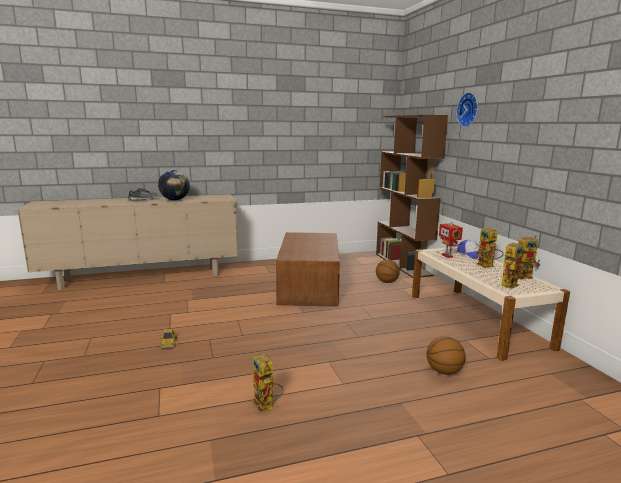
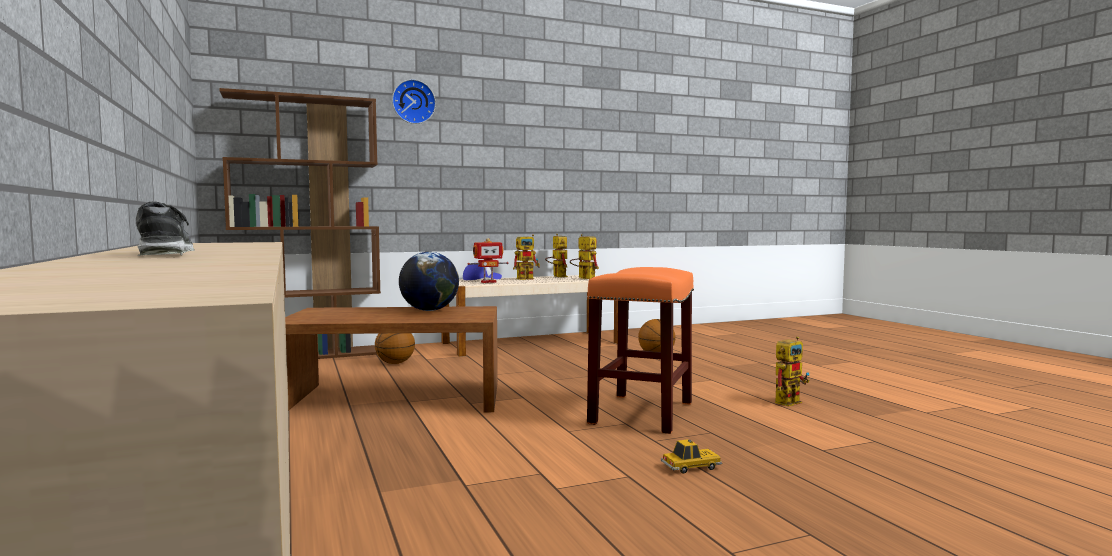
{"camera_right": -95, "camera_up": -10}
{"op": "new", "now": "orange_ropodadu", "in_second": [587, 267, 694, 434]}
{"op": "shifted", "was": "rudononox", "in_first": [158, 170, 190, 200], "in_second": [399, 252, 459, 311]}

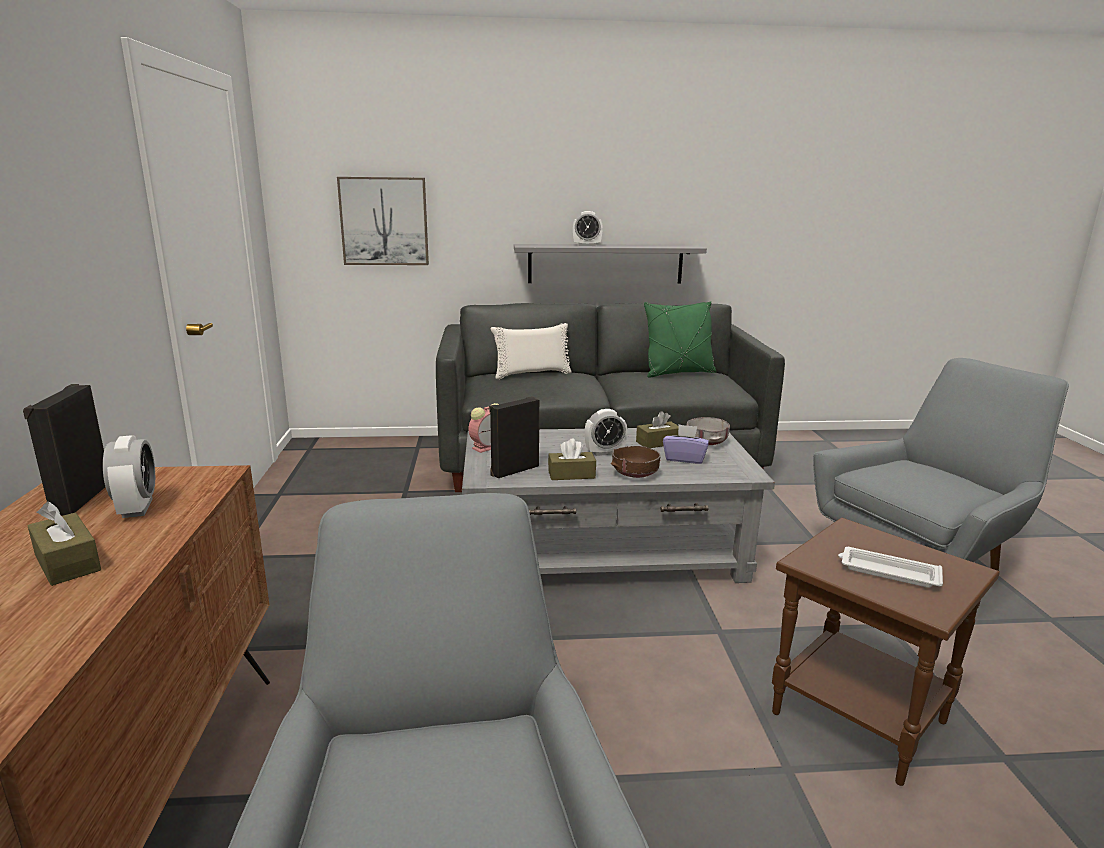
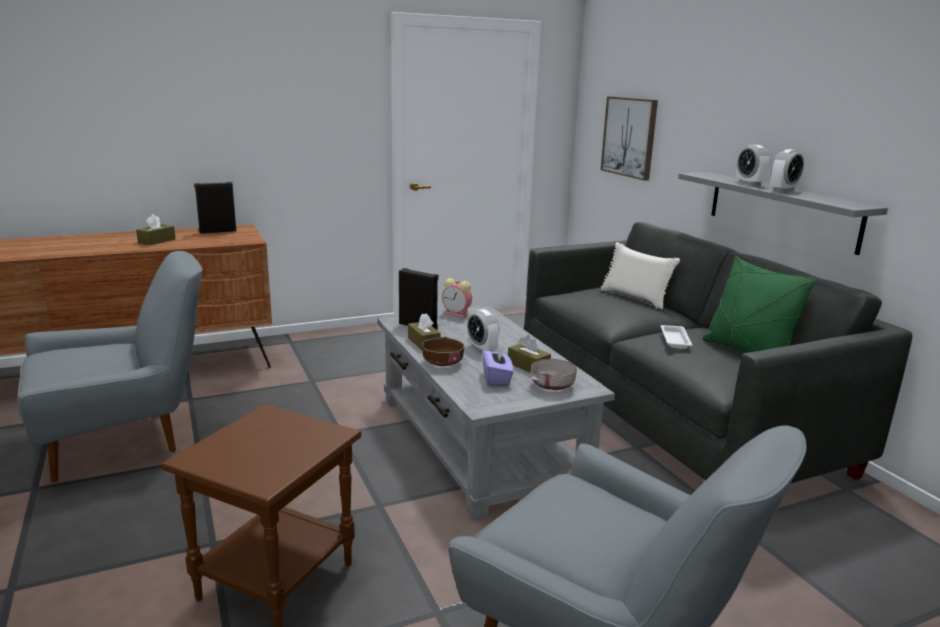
{"camera_right": 70, "camera_up": 0}
{"op": "shifted", "was": "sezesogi", "in_first": [103, 435, 155, 518], "in_second": [770, 149, 804, 192]}
{"op": "shifted", "was": "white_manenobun", "in_first": [838, 547, 943, 588], "in_second": [661, 325, 692, 349]}

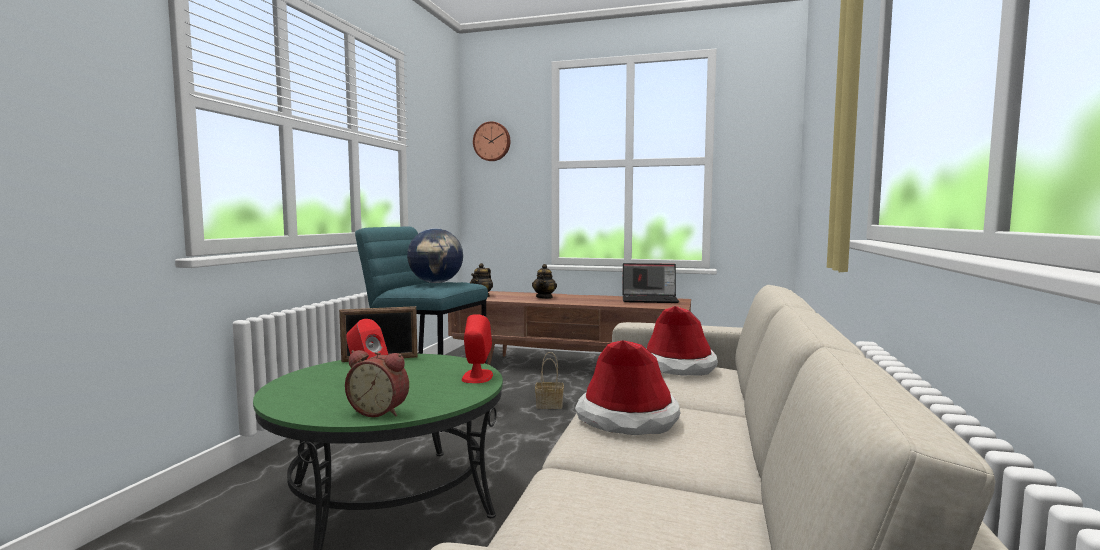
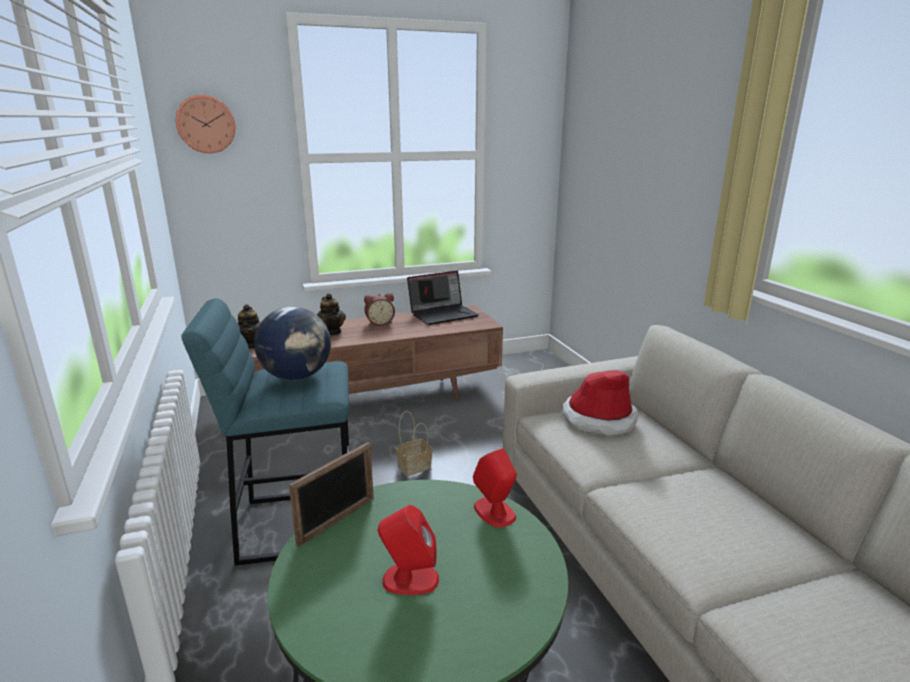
{"camera_right": -35, "camera_up": 15}
{"op": "gone", "was": "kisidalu", "in_first": [575, 340, 681, 435]}
{"op": "shifted", "was": "sezesogi", "in_first": [345, 350, 409, 417], "in_second": [364, 293, 395, 326]}

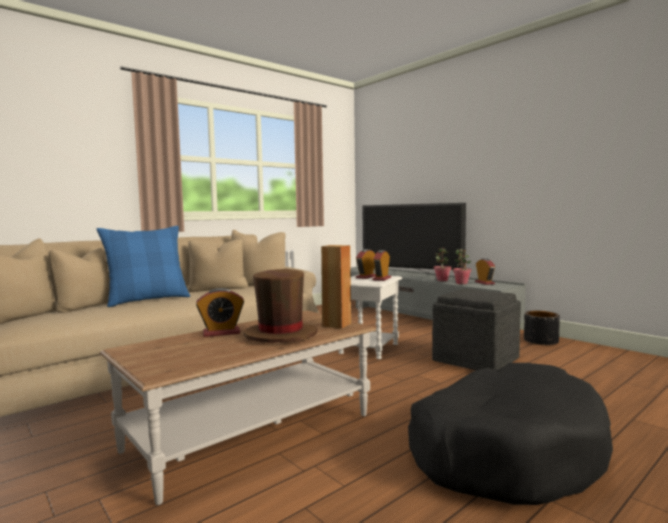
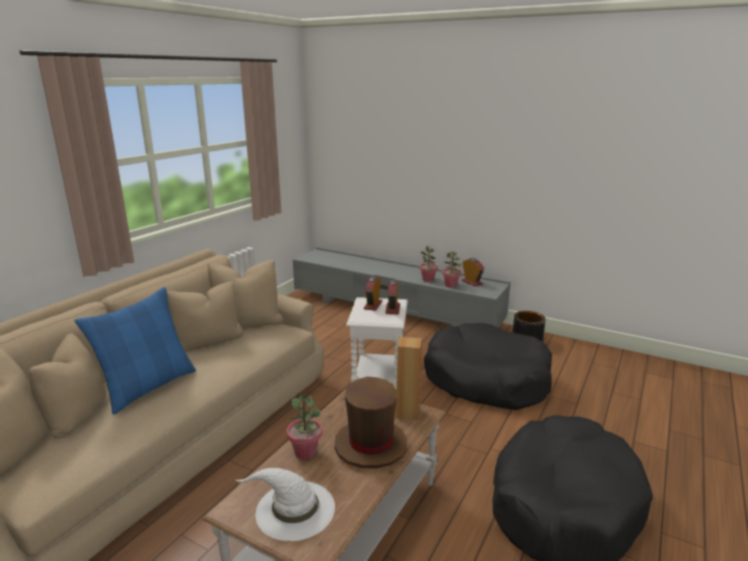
{"camera_right": -20, "camera_up": 15}
{"op": "gone", "was": "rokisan", "in_first": [362, 203, 466, 276]}
{"op": "new", "now": "white_kisidalu", "in_second": [235, 468, 335, 541]}
{"op": "swapped", "was": "sezesogi", "now": "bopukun", "in_first": [196, 288, 244, 337], "in_second": [287, 393, 322, 459]}
{"op": "swapped", "was": "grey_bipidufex", "now": "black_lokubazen", "in_first": [432, 289, 521, 370], "in_second": [424, 323, 552, 410]}

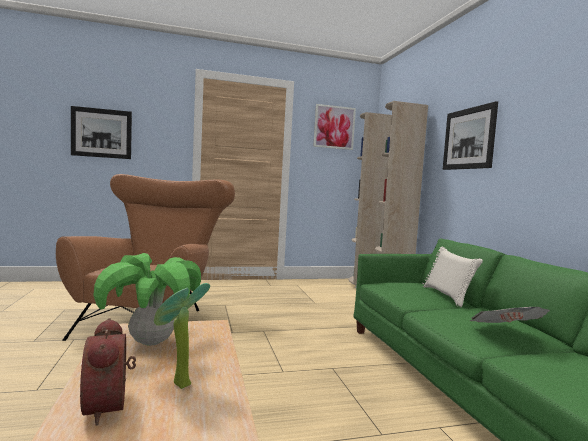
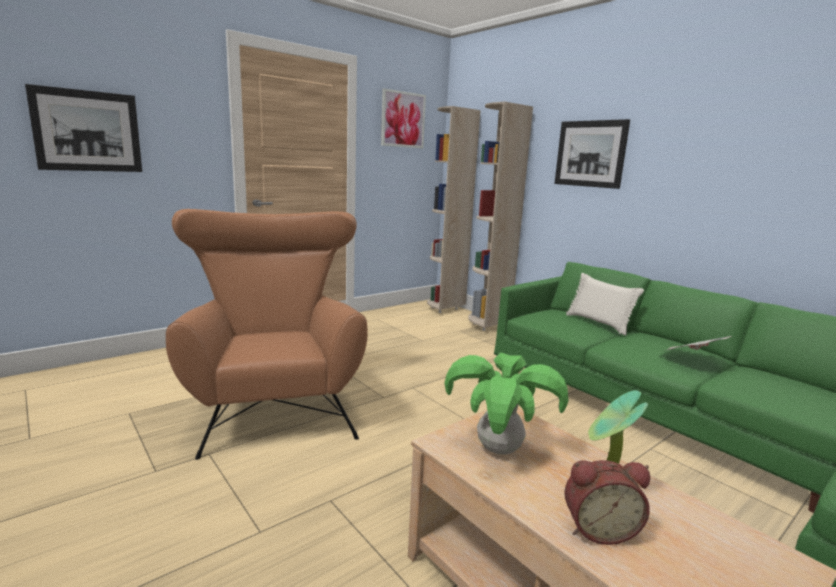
{"camera_right": -25, "camera_up": 10}
{"op": "rotated", "was": "sezesogi", "in_first": [80, 318, 136, 426], "in_second": [564, 460, 650, 545], "clockwise": -45}

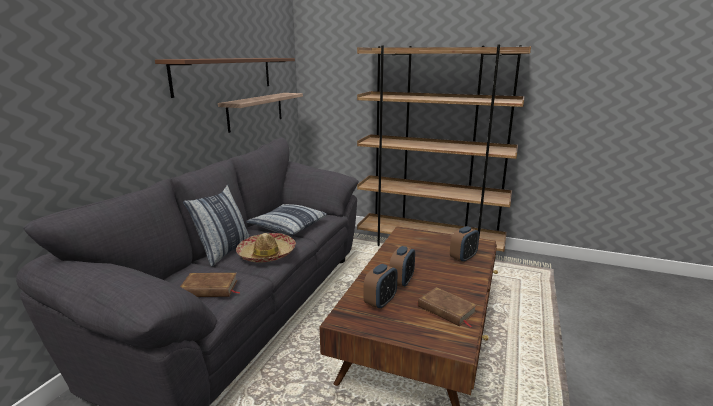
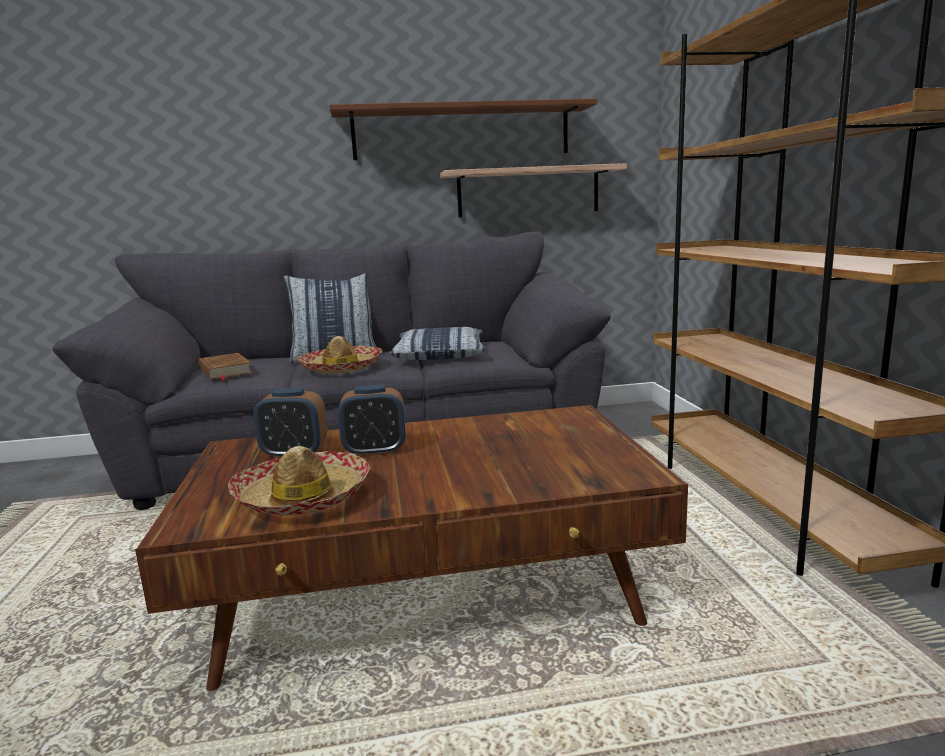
{"camera_right": 60, "camera_up": -5}
{"op": "gone", "was": "sezesogi", "in_first": [450, 226, 479, 263]}
{"op": "swapped", "was": "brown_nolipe", "now": "kisidalu", "in_first": [418, 287, 477, 327], "in_second": [228, 446, 371, 515]}

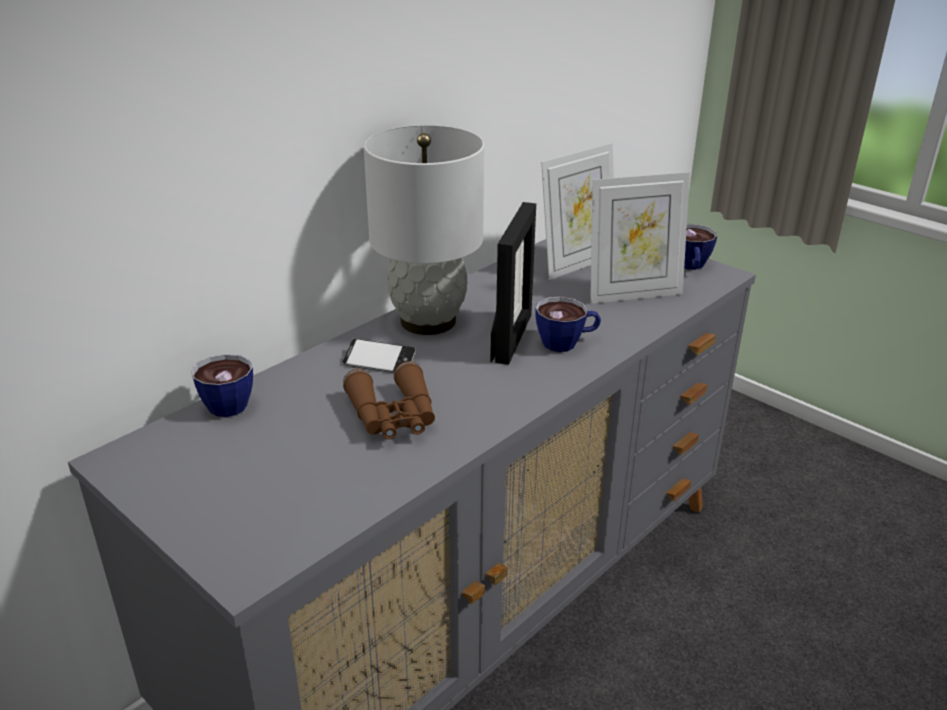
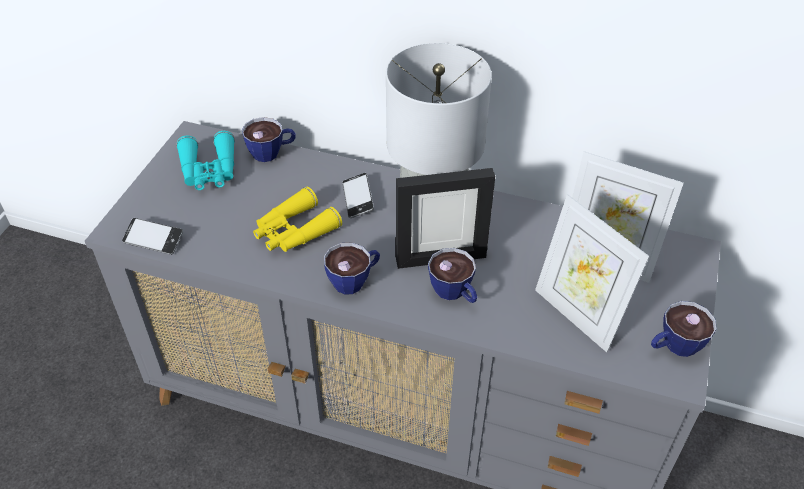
{"camera_right": 65, "camera_up": 15}
{"op": "new", "now": "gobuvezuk", "in_second": [122, 218, 183, 255]}
{"op": "new", "now": "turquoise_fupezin", "in_second": [176, 131, 235, 190]}
{"op": "new", "now": "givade", "in_second": [324, 243, 380, 295]}
{"op": "repainted", "was": "brown_fupezin", "now": "yellow_fupezin", "in_first": [343, 361, 435, 439], "in_second": [253, 187, 342, 252]}

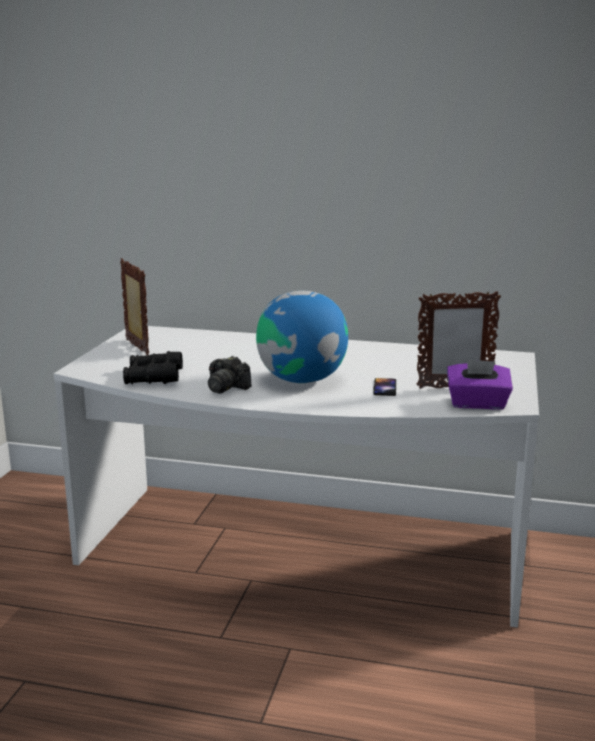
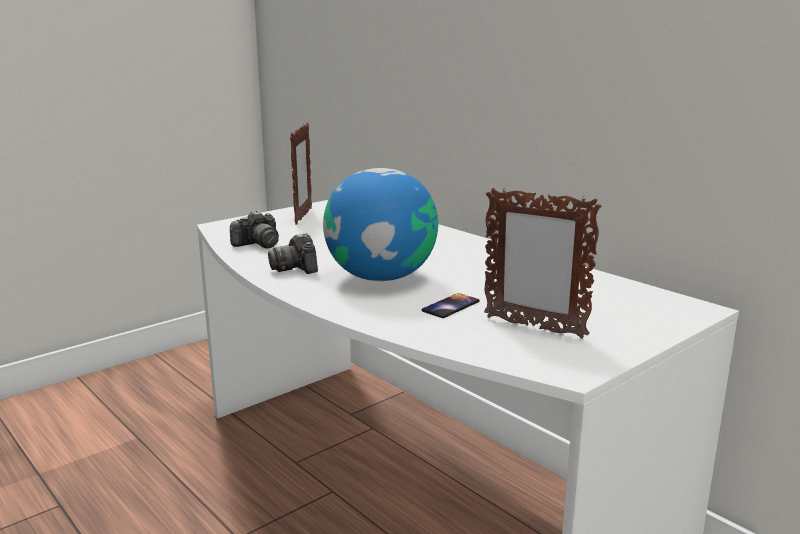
{"camera_right": 35, "camera_up": 0}
{"op": "gone", "was": "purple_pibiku", "in_first": [447, 359, 513, 410]}
{"op": "swapped", "was": "black_fupezin", "now": "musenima", "in_first": [123, 351, 183, 384], "in_second": [230, 211, 279, 249]}

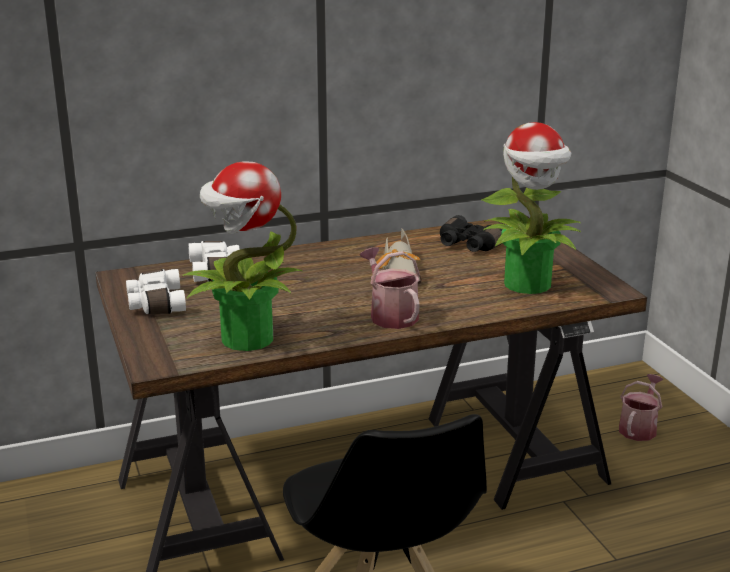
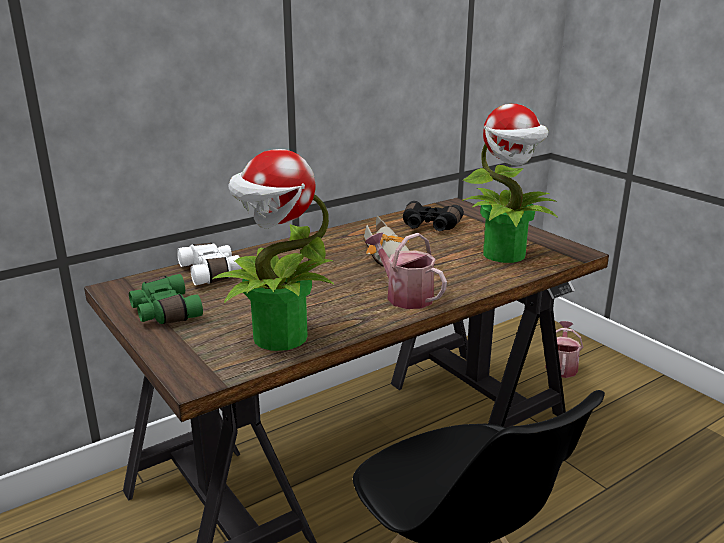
{"camera_right": -15, "camera_up": 0}
{"op": "repainted", "was": "white_fupezin", "now": "green_fupezin", "in_first": [126, 269, 186, 314], "in_second": [129, 274, 203, 324]}

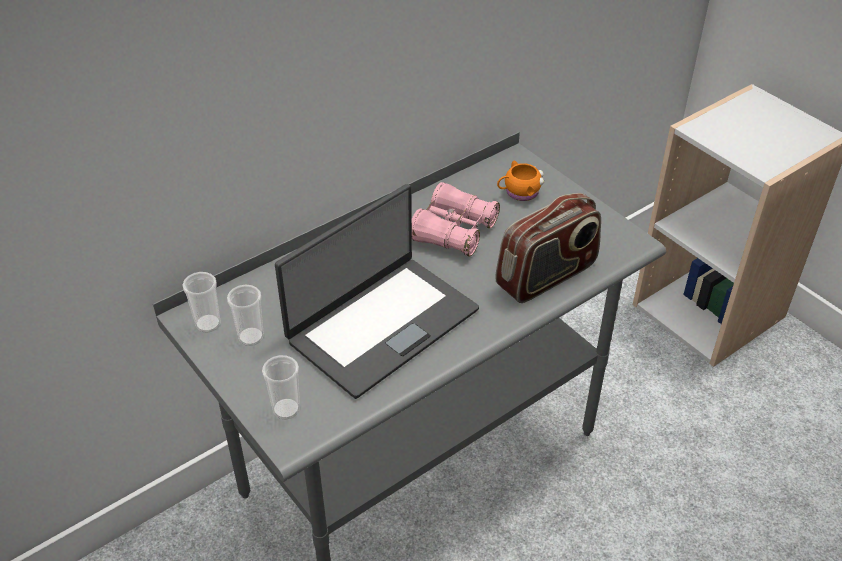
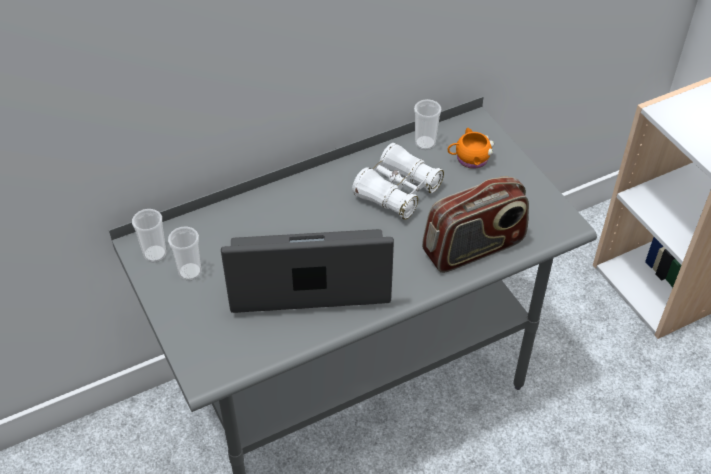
{"camera_right": 10, "camera_up": 5}
{"op": "shifted", "was": "givade", "in_first": [262, 355, 300, 419], "in_second": [414, 99, 441, 150]}
{"op": "repainted", "was": "pink_fupezin", "now": "white_fupezin", "in_first": [412, 182, 500, 256], "in_second": [352, 143, 444, 220]}
{"op": "rotated", "was": "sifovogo", "in_first": [275, 184, 479, 399], "in_second": [221, 229, 394, 313], "clockwise": -150}

